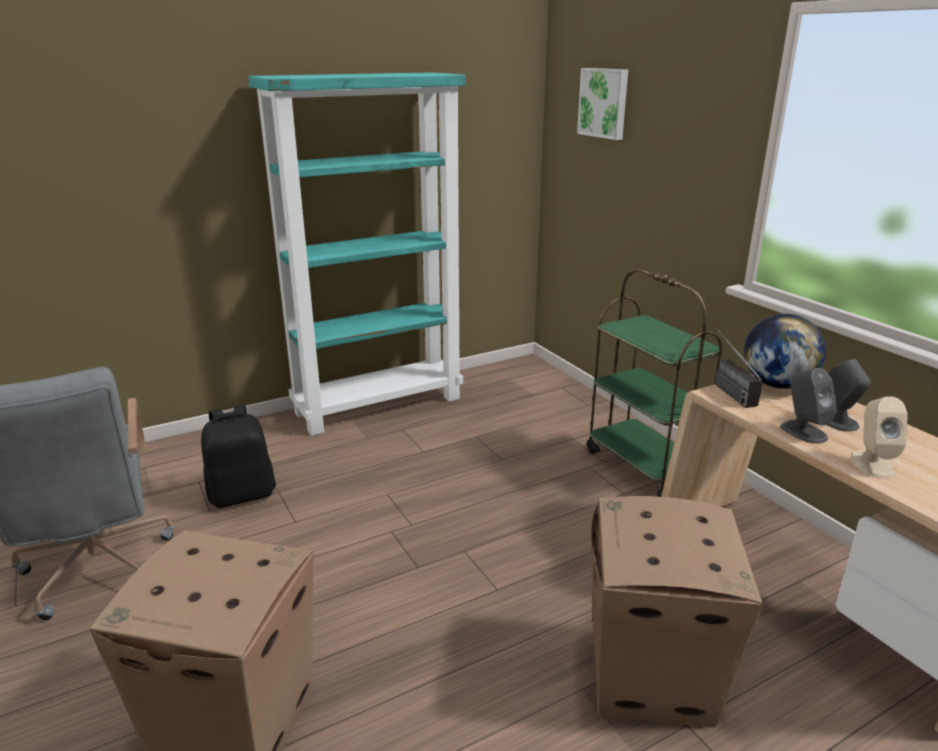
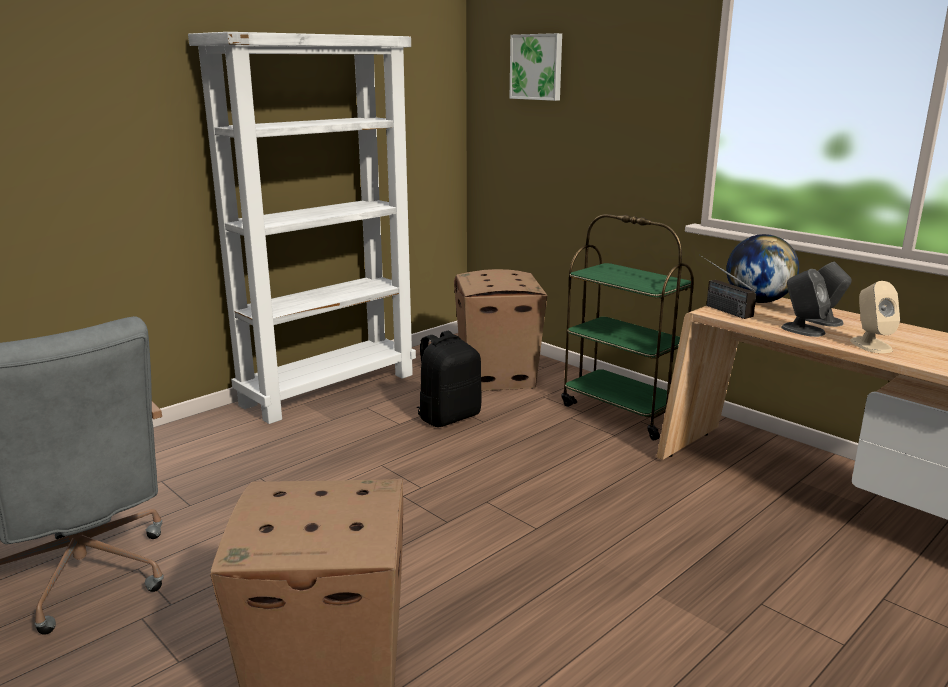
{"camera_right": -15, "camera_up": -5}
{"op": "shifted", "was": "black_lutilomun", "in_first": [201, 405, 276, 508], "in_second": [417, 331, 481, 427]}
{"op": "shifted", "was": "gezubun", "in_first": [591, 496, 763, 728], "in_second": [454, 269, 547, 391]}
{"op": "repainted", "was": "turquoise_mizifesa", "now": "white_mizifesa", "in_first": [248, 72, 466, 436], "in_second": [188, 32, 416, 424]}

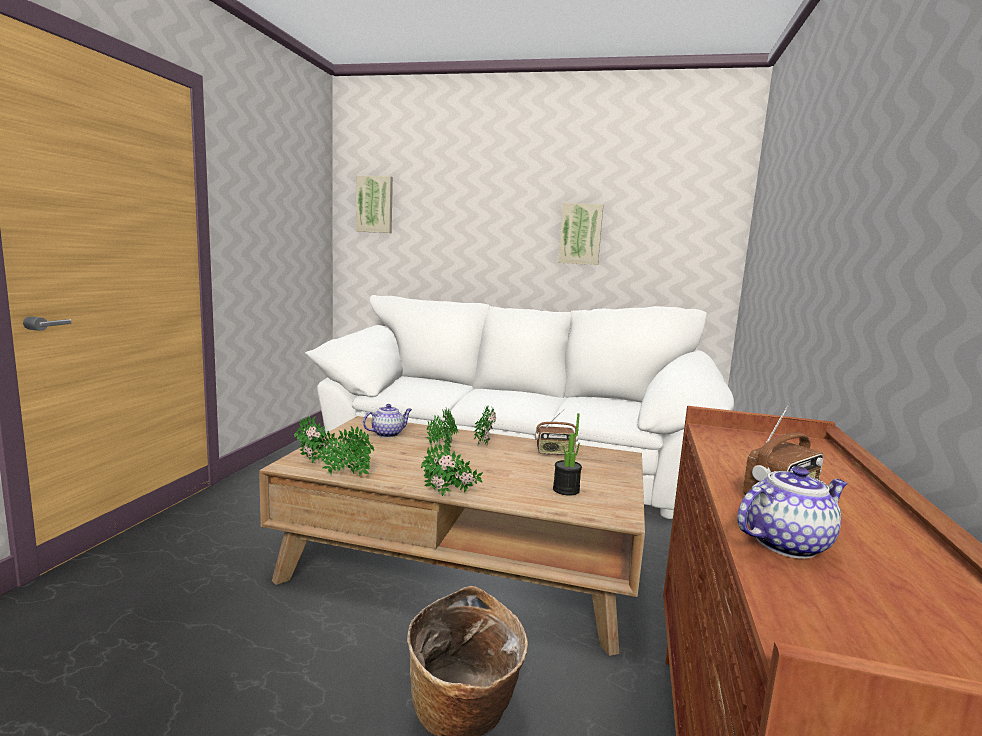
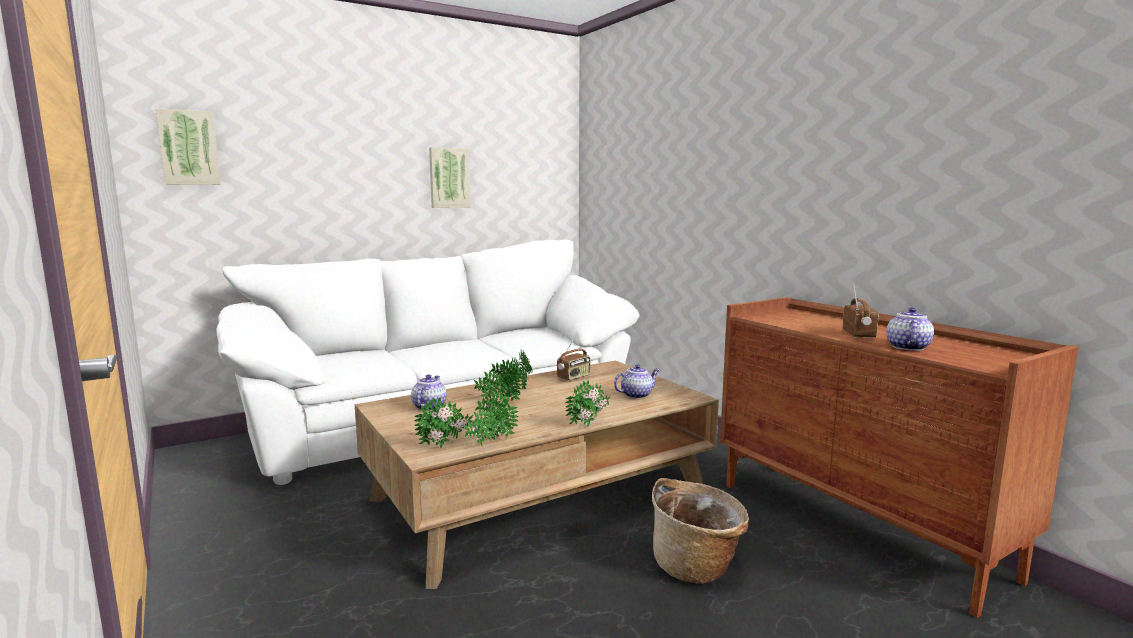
{"camera_right": -45, "camera_up": 0}
{"op": "swapped", "was": "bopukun", "now": "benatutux", "in_first": [553, 413, 582, 495], "in_second": [614, 364, 659, 399]}

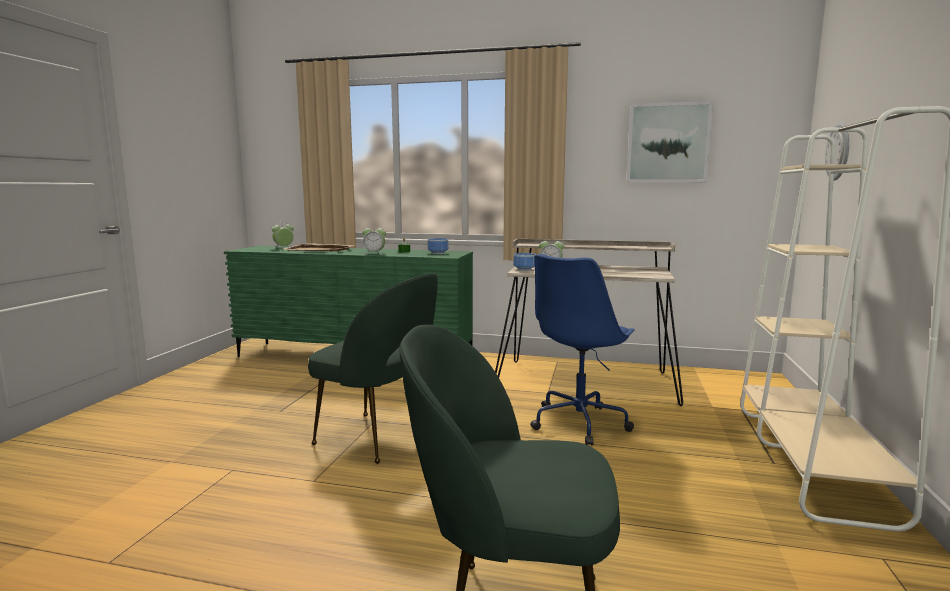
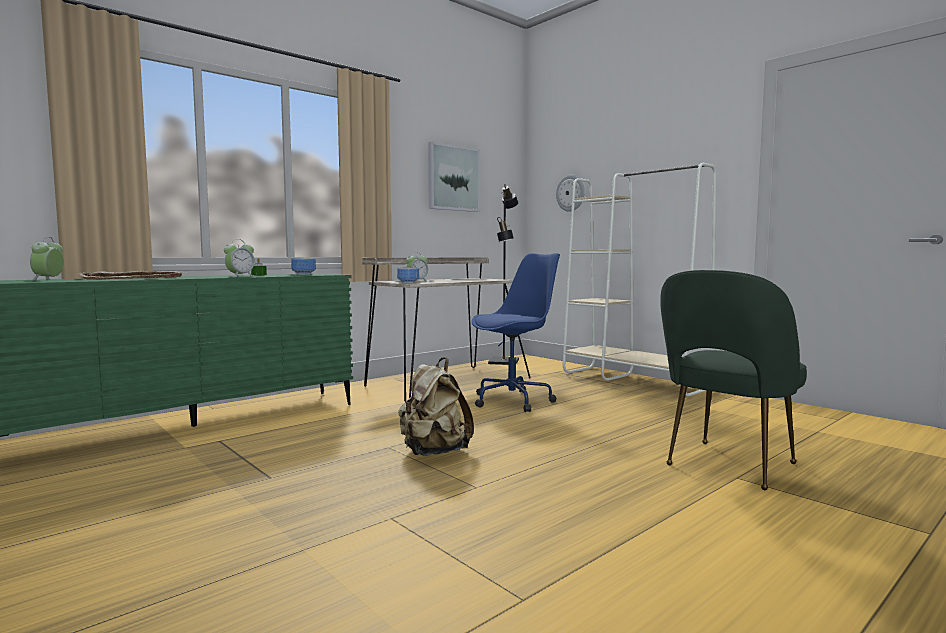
{"camera_right": -55, "camera_up": -5}
{"op": "new", "now": "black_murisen", "in_second": [488, 184, 519, 365]}
{"op": "swapped", "was": "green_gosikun", "now": "beige_lutilomun", "in_first": [308, 273, 438, 464], "in_second": [398, 357, 474, 456]}
{"op": "rotated", "was": "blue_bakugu", "in_first": [530, 254, 635, 446], "in_second": [472, 253, 560, 412], "clockwise": -105}

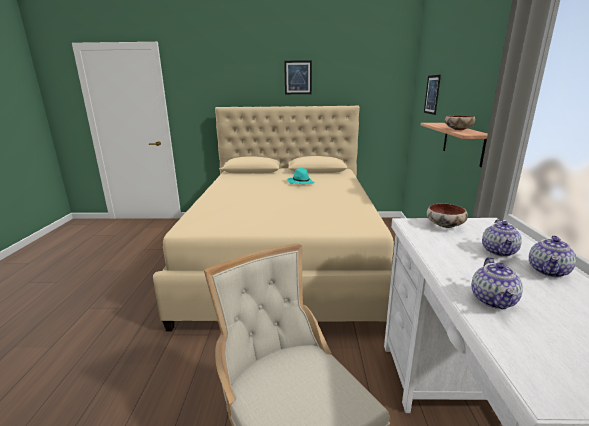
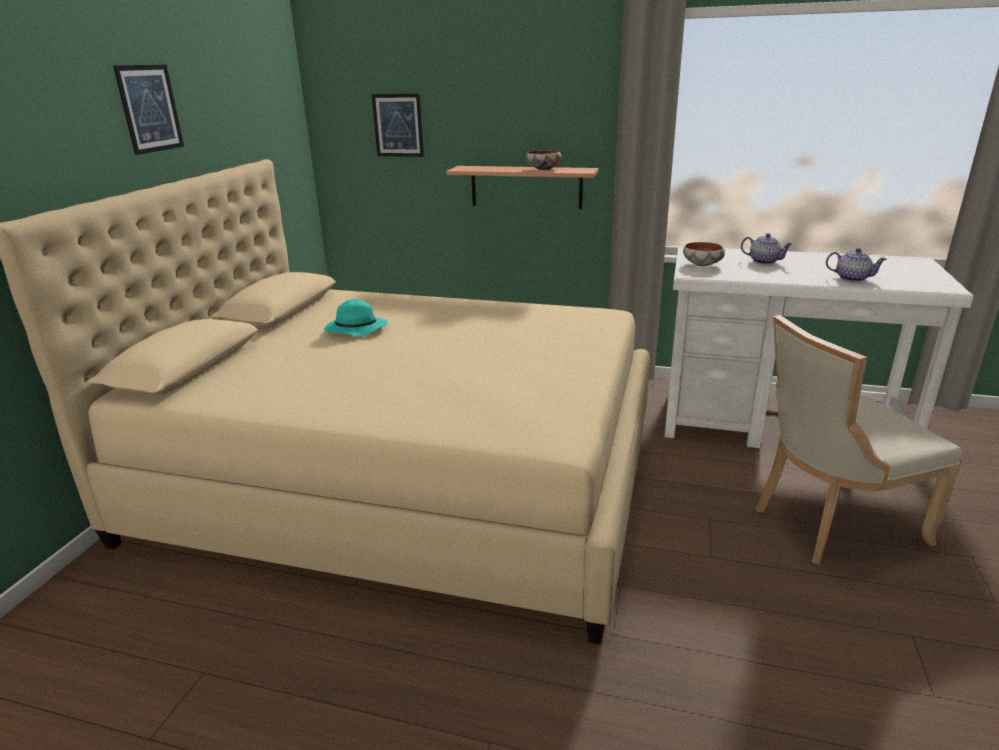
{"camera_right": -75, "camera_up": 5}
{"op": "gone", "was": "benatutux", "in_first": [529, 236, 576, 277]}

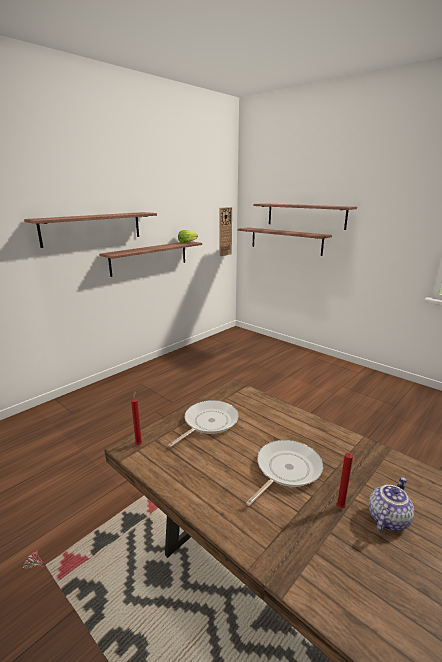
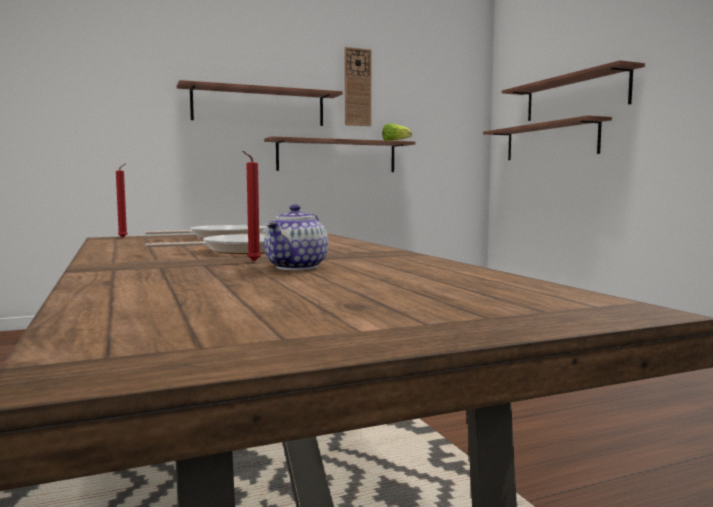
{"camera_right": 25, "camera_up": -15}
{"op": "shifted", "was": "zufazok", "in_first": [219, 207, 232, 256], "in_second": [345, 47, 371, 126]}
{"op": "rotated", "was": "benatutux", "in_first": [369, 477, 414, 532], "in_second": [264, 204, 328, 270], "clockwise": 135}

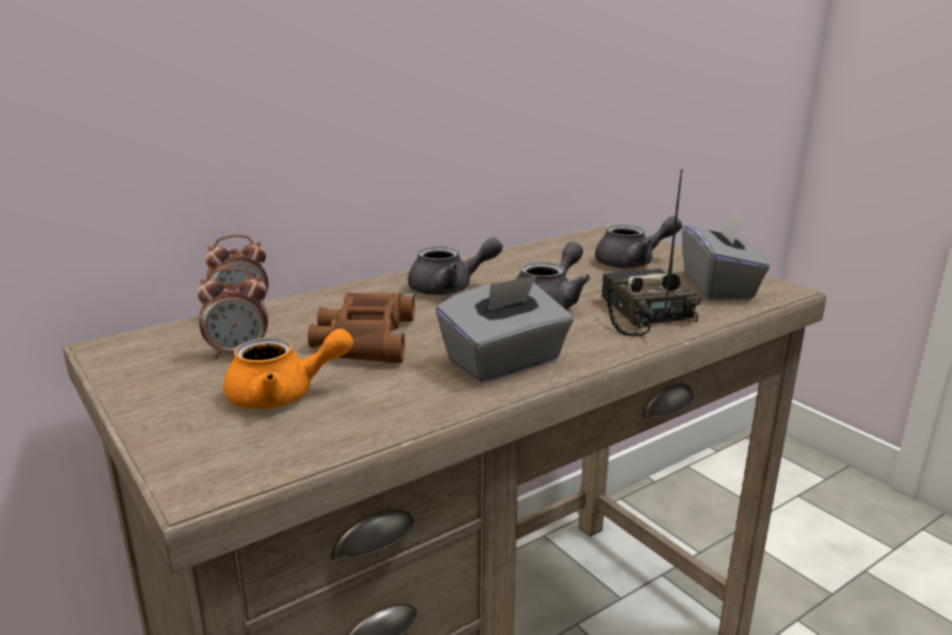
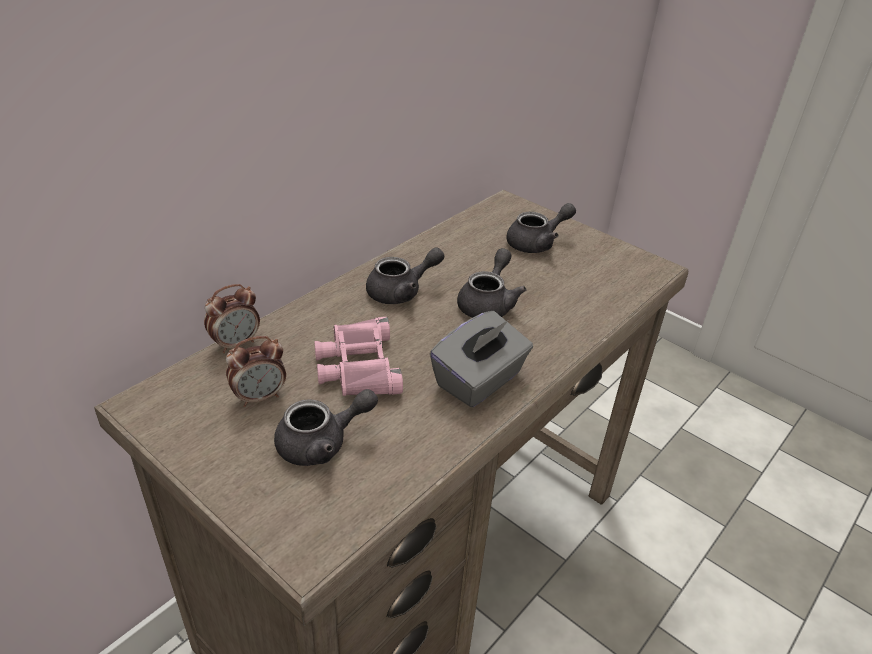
{"camera_right": -15, "camera_up": 15}
{"op": "gone", "was": "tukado", "in_first": [602, 169, 701, 337]}
{"op": "gone", "was": "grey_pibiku", "in_first": [682, 210, 770, 299]}
{"op": "repainted", "was": "orange_benatutux", "now": "grey_benatutux", "in_first": [223, 329, 354, 409], "in_second": [274, 389, 378, 466]}
{"op": "repainted", "was": "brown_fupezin", "now": "pink_fupezin", "in_first": [308, 292, 415, 363], "in_second": [314, 317, 403, 396]}

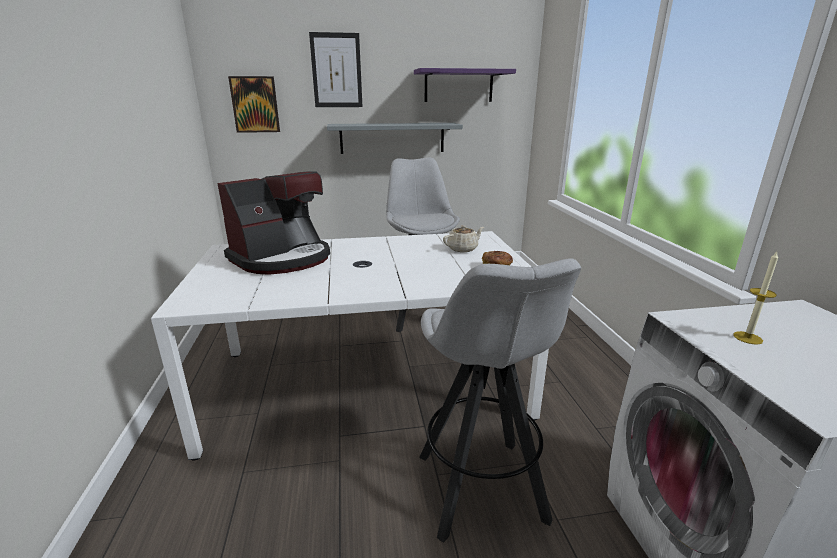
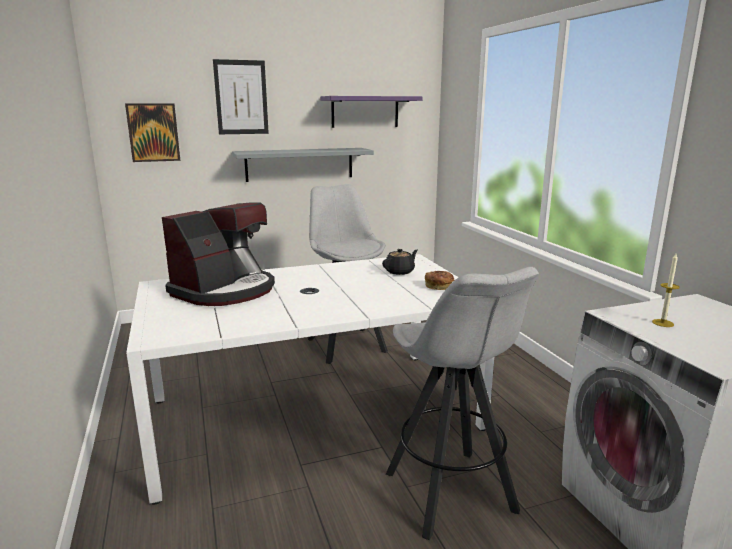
{"camera_right": -10, "camera_up": -5}
{"op": "repainted", "was": "beige_benatutux", "now": "black_benatutux", "in_first": [443, 225, 484, 252], "in_second": [382, 249, 418, 275]}

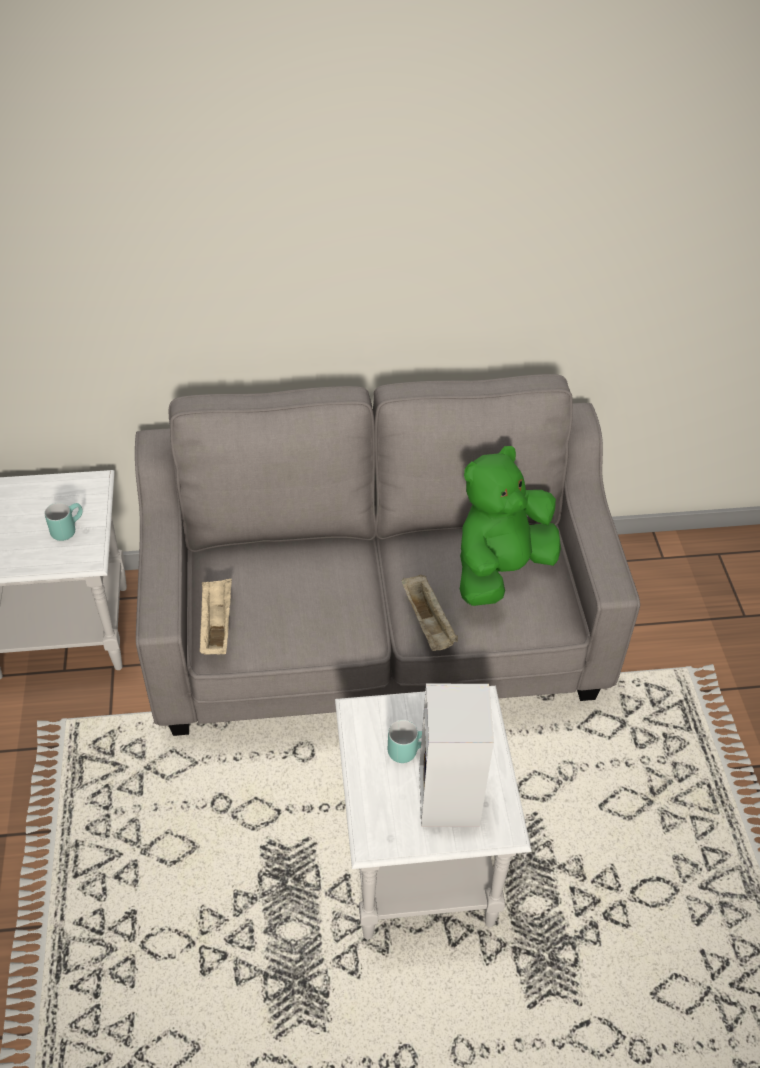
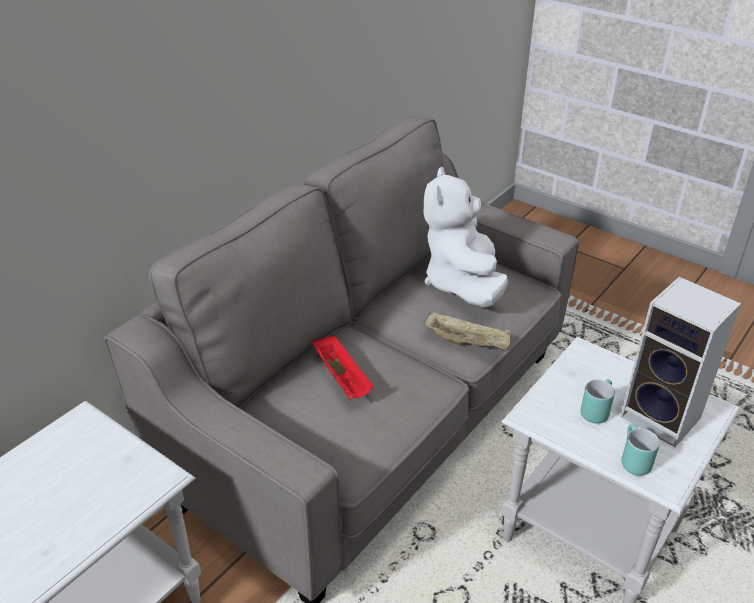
{"camera_right": -45, "camera_up": -10}
{"op": "gone", "was": "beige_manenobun", "in_first": [200, 579, 232, 655]}
{"op": "new", "now": "red_manenobun", "in_second": [312, 335, 374, 399]}
{"op": "shifted", "was": "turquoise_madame", "in_first": [45, 503, 83, 541], "in_second": [621, 424, 660, 476]}
{"op": "repainted", "was": "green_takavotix", "now": "white_takavotix", "in_first": [460, 446, 561, 606], "in_second": [424, 167, 508, 308]}

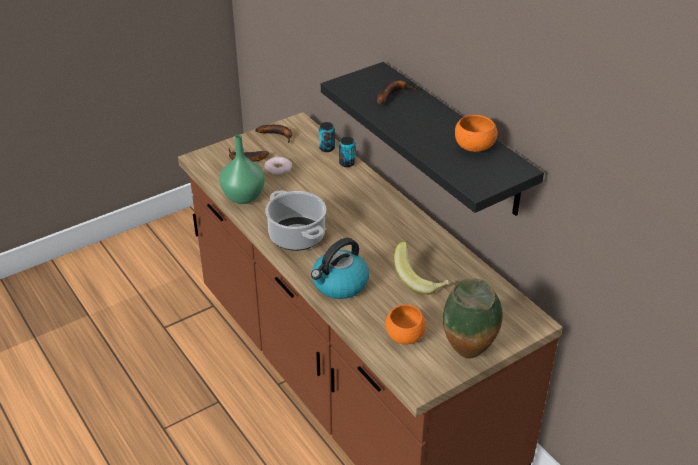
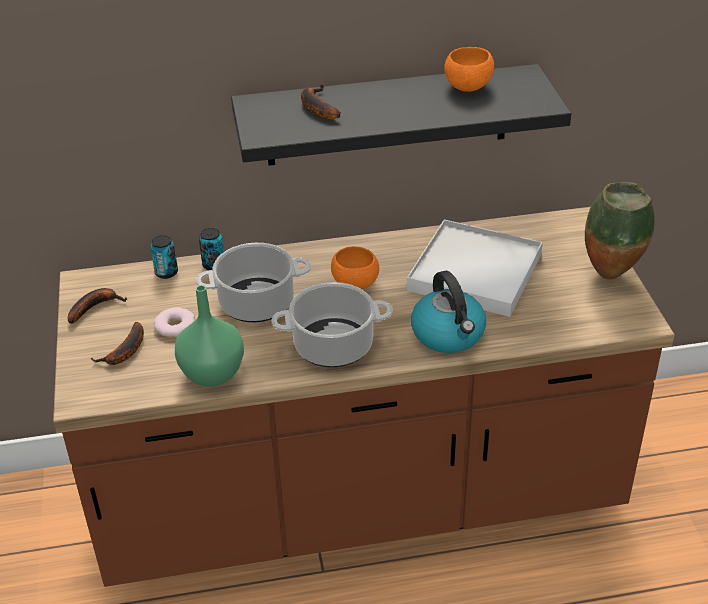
{"camera_right": -65, "camera_up": 0}
{"op": "new", "now": "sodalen", "in_second": [196, 243, 311, 322]}
{"op": "shifted", "was": "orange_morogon", "in_first": [386, 304, 426, 345], "in_second": [331, 246, 379, 289]}
{"op": "swapped", "was": "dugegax", "now": "white_manenobun", "in_first": [394, 241, 449, 295], "in_second": [407, 219, 543, 317]}

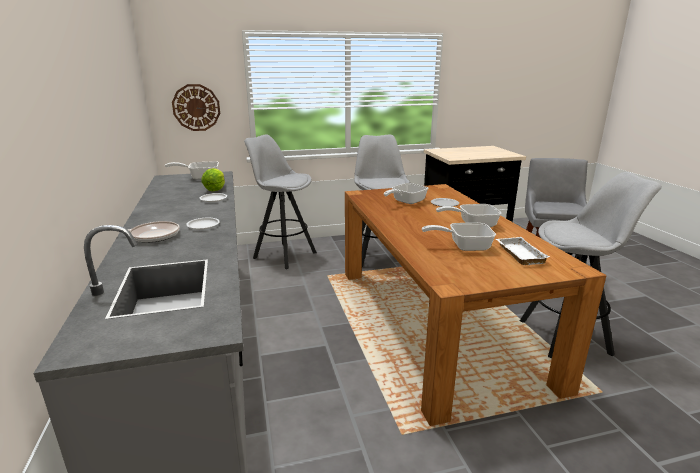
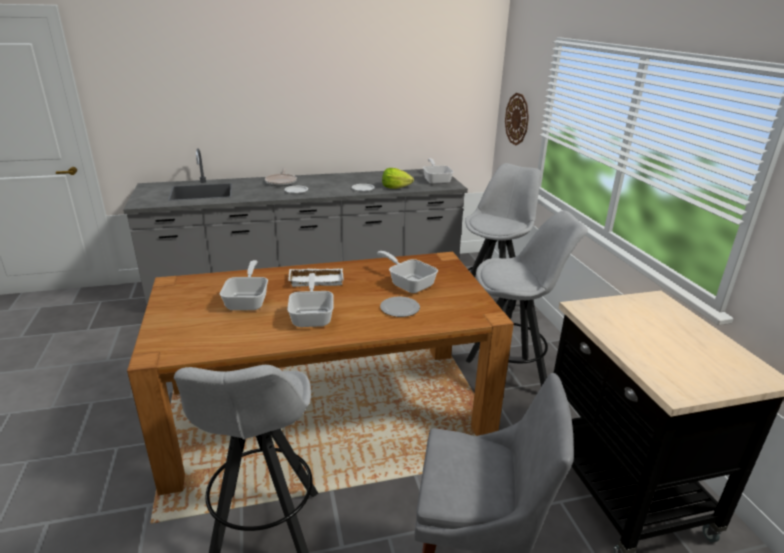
{"camera_right": 90, "camera_up": 5}
{"op": "shifted", "was": "white_manenobun", "in_first": [496, 237, 550, 265], "in_second": [288, 269, 344, 287]}

